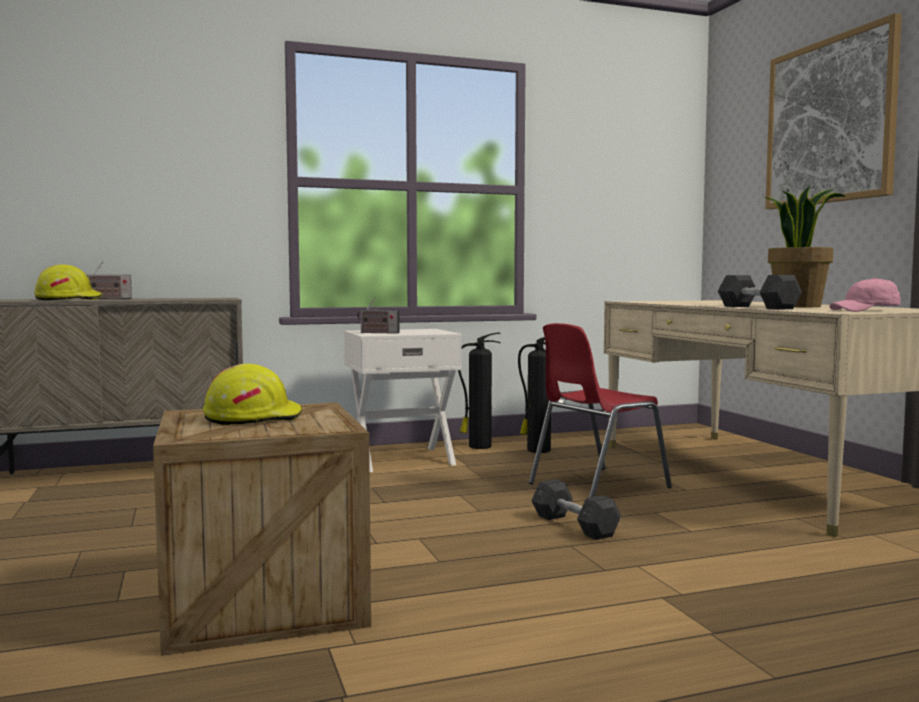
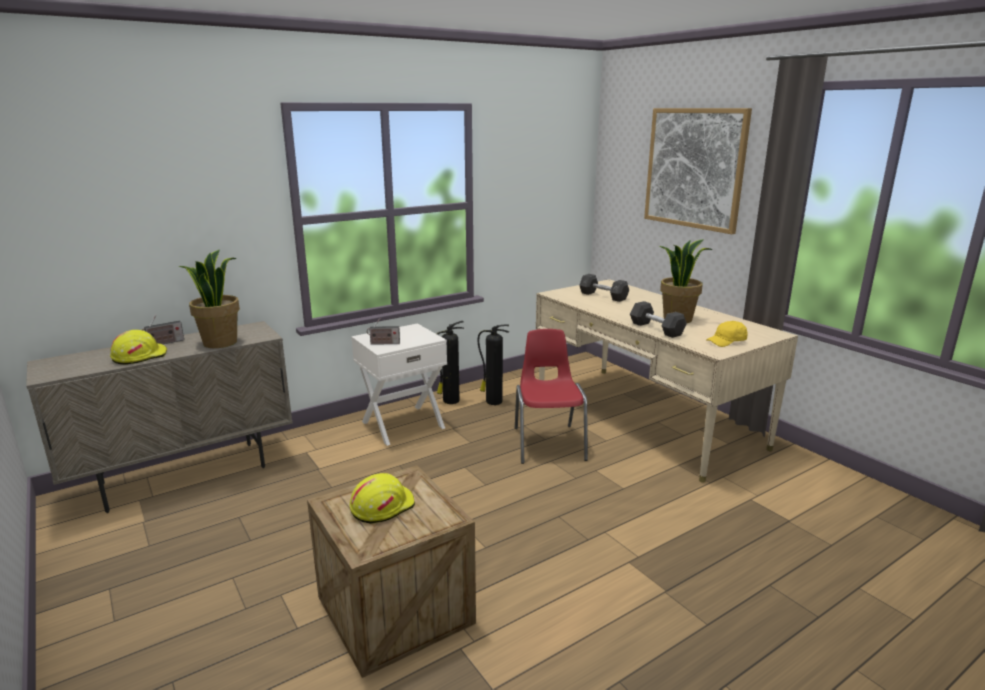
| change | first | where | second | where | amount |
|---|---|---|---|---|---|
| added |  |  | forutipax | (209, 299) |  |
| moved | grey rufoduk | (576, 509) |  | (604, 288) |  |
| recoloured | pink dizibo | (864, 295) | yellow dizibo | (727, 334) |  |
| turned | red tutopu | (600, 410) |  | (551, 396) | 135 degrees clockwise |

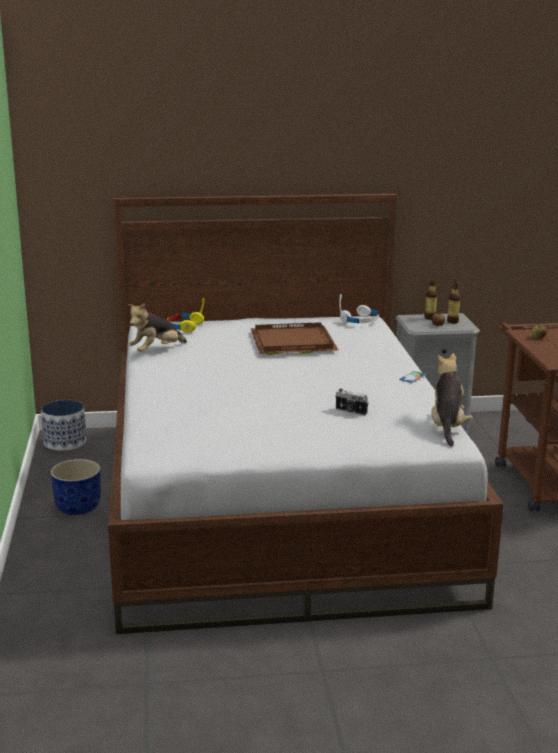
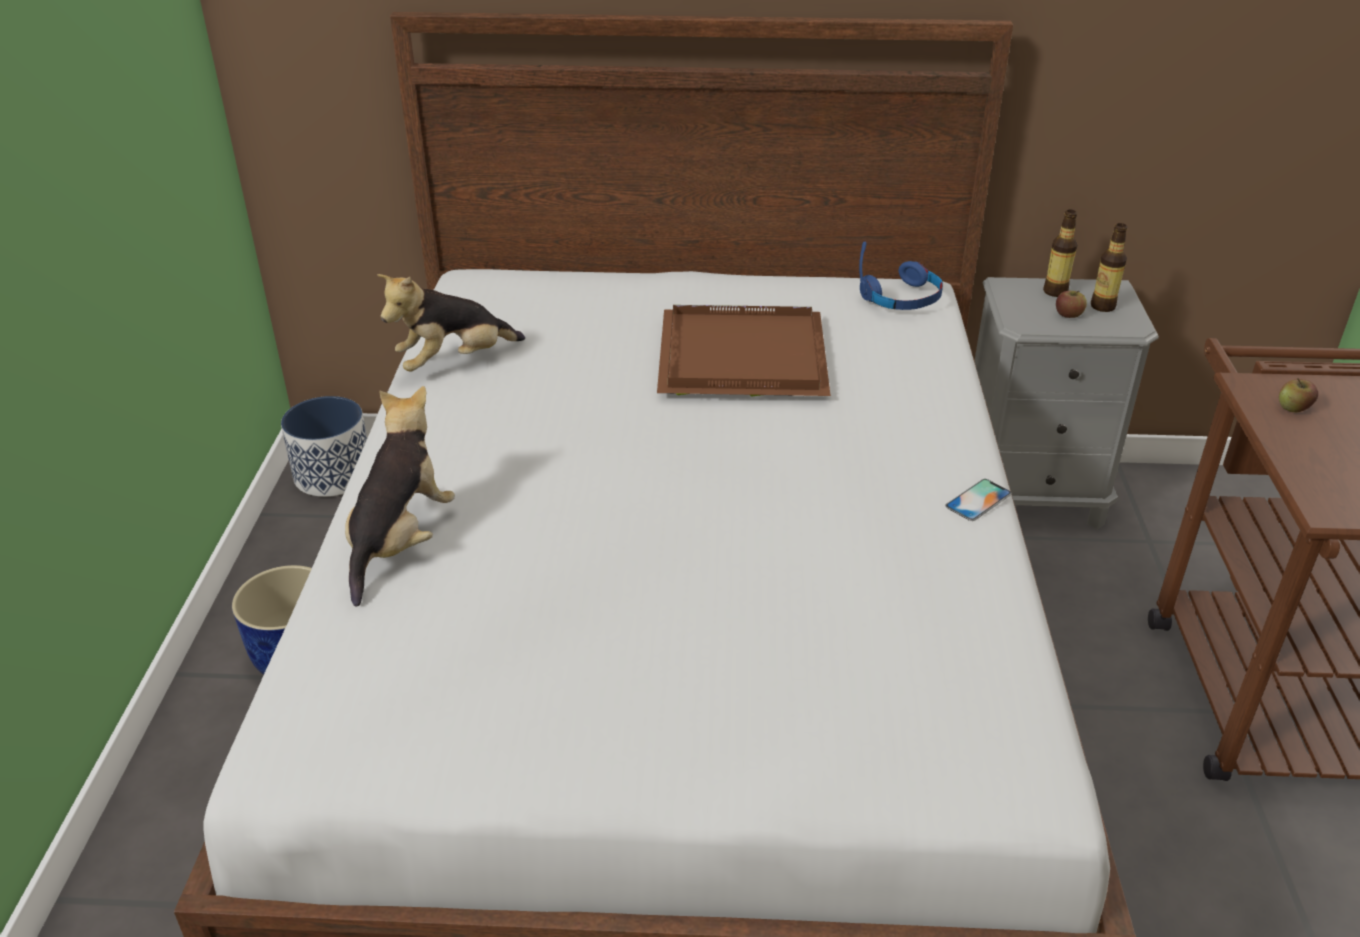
| change | first | where | second | where | amount |
|---|---|---|---|---|---|
| removed | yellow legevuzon | (186, 315) |  |  |  |
| removed | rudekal | (351, 402) |  |  |  |
| moved | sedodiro | (451, 400) |  | (400, 496) |  |
| recoloured | white legevuzon | (359, 308) | blue legevuzon | (901, 276) |  |

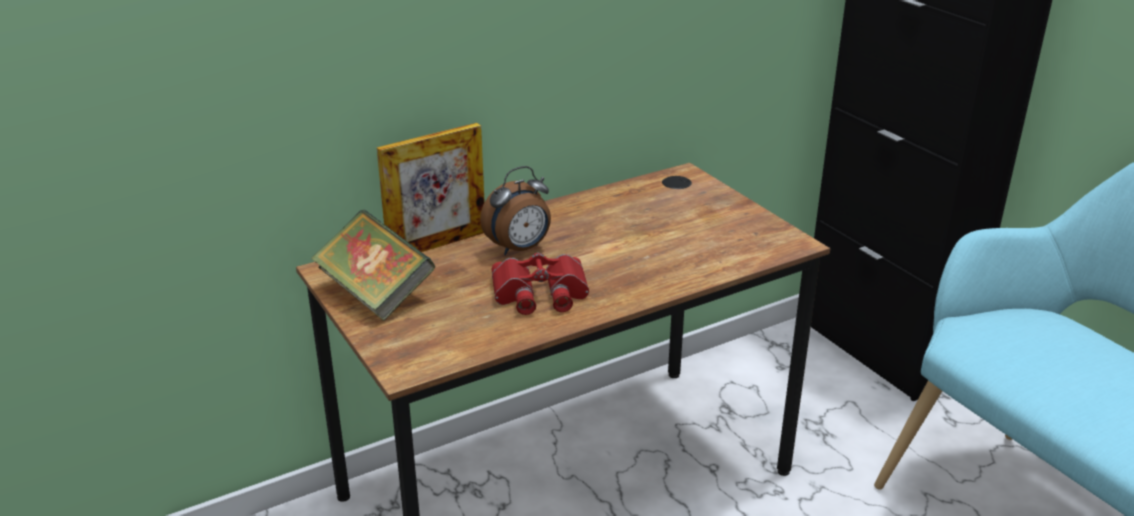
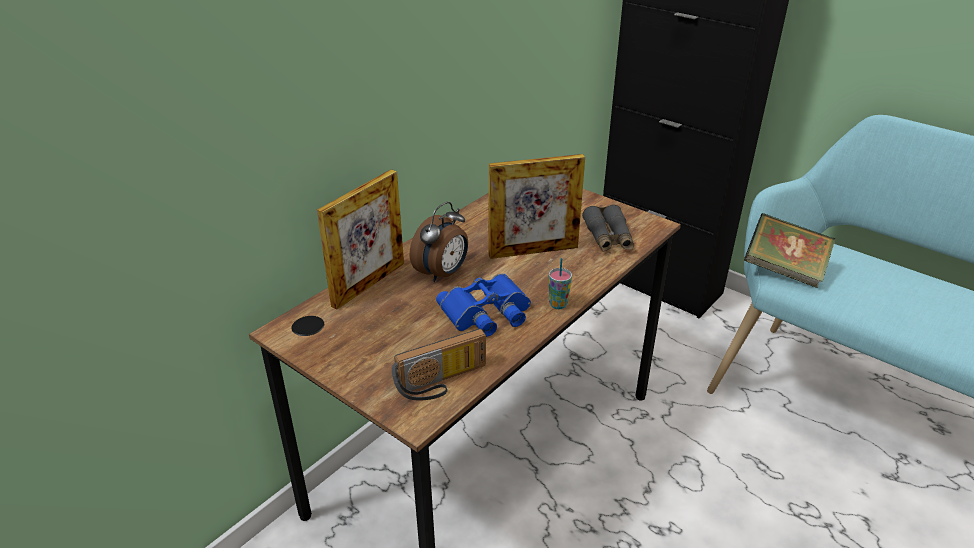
| change | first | where | second | where | amount |
|---|---|---|---|---|---|
| added |  |  | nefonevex | (439, 364) |  |
| added |  |  | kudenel | (537, 206) |  |
| added |  |  | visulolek | (560, 283) |  |
| added |  |  | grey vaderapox | (608, 228) |  |
| moved | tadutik | (373, 265) |  | (790, 250) |  |
| recoloured | red vaderapox | (540, 284) | blue vaderapox | (483, 305) |  |

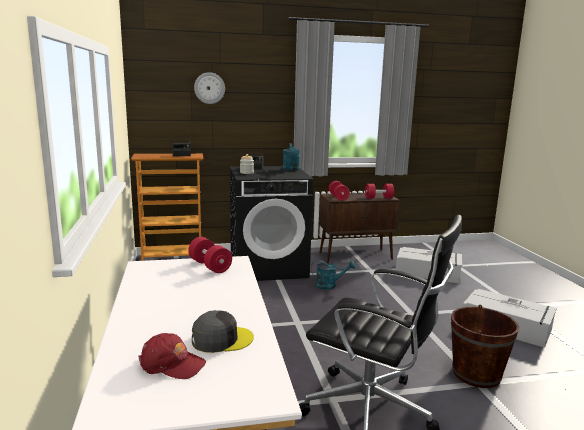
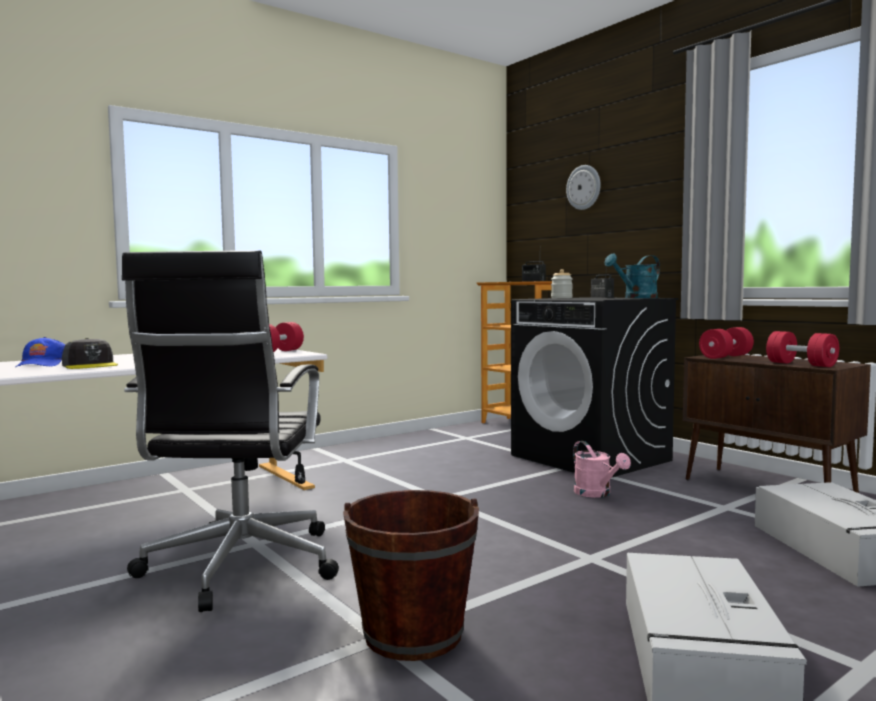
| change | first | where | second | where | amount |
|---|---|---|---|---|---|
| recoloured | red dizibo | (172, 356) | blue dizibo | (40, 352) |  |
| recoloured | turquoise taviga | (333, 275) | pink taviga | (602, 469) |  |

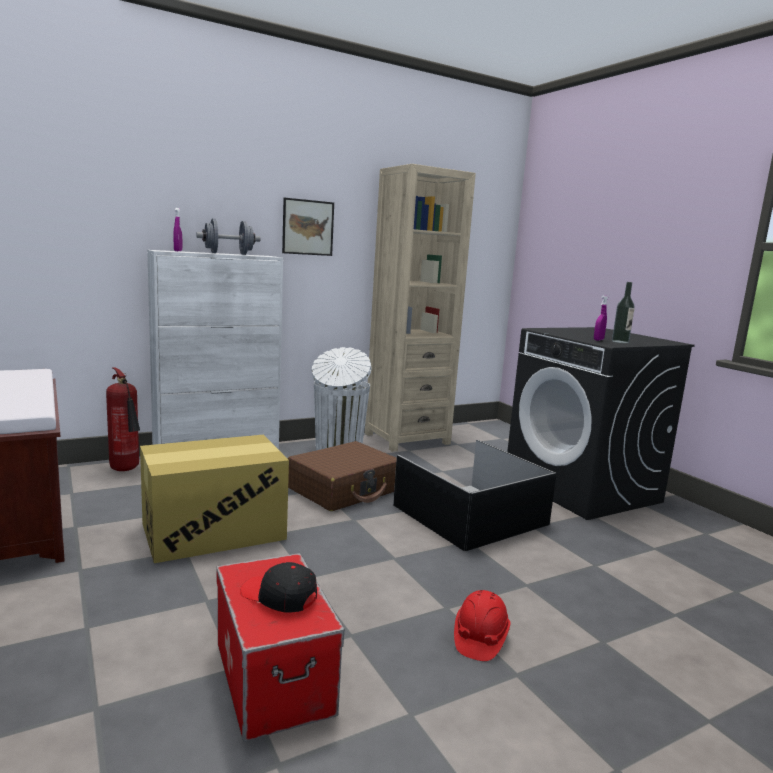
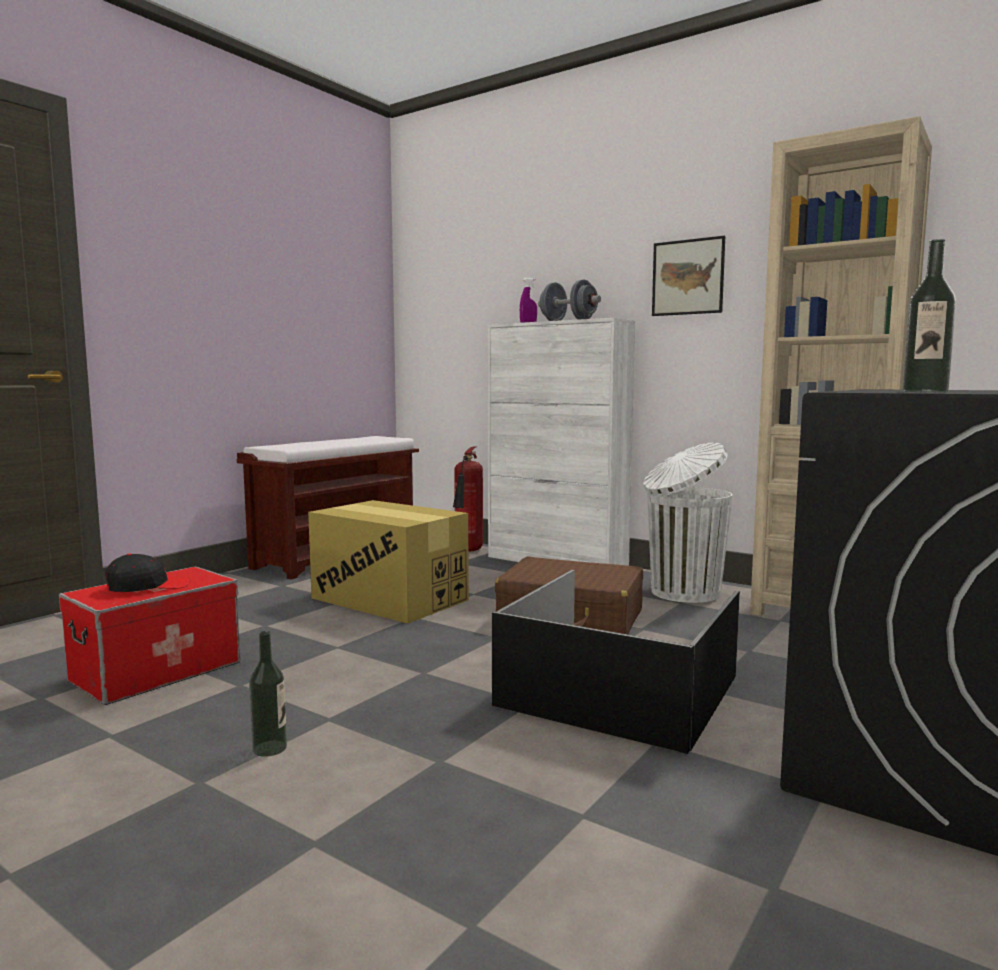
| change | first | where | second | where | amount |
|---|---|---|---|---|---|
| removed | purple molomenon | (601, 318) |  |  |  |
| replaced | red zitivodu | (482, 625) | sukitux | (268, 694) |  |
| turned | black dizibo | (278, 587) |  | (147, 572) | 60 degrees clockwise |

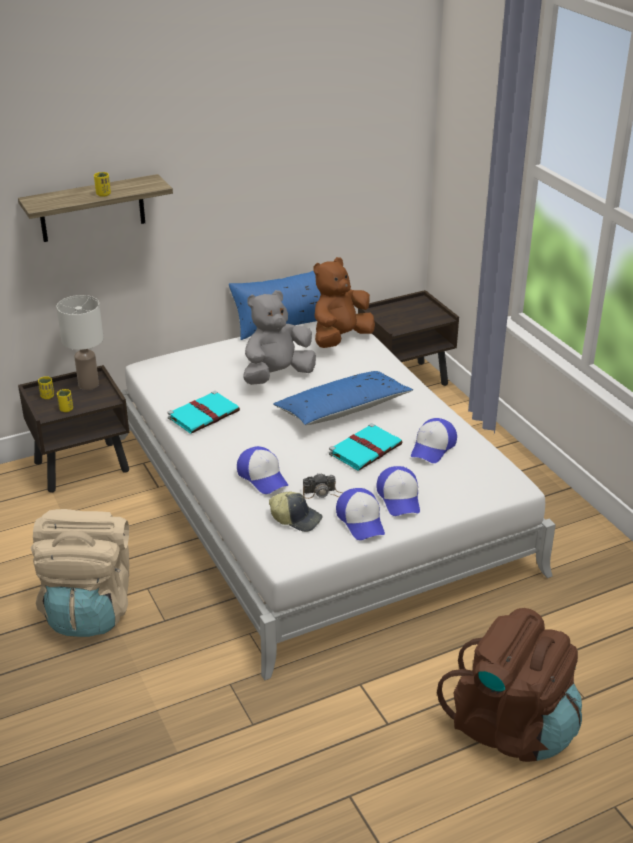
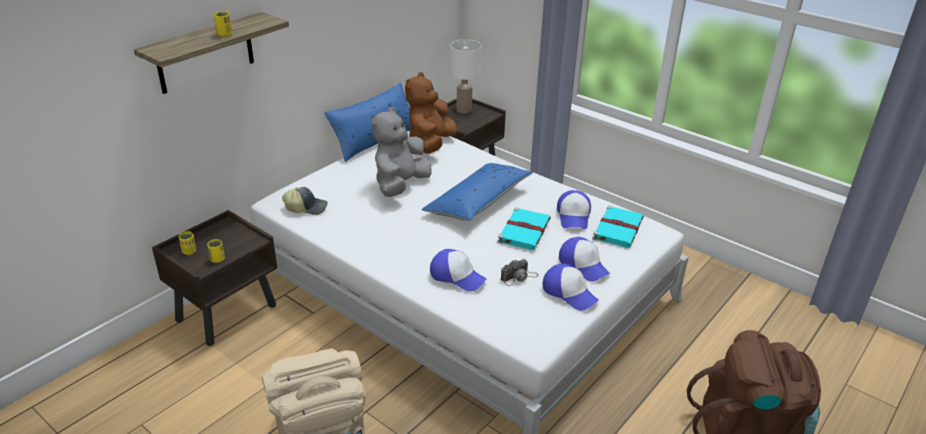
| change | first | where | second | where | amount |
|---|---|---|---|---|---|
| moved | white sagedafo | (80, 342) |  | (465, 76) |  |
| moved | turquoise tadutik | (203, 412) |  | (618, 226) |  |
| moved | dizibo | (296, 511) |  | (305, 201) |  |

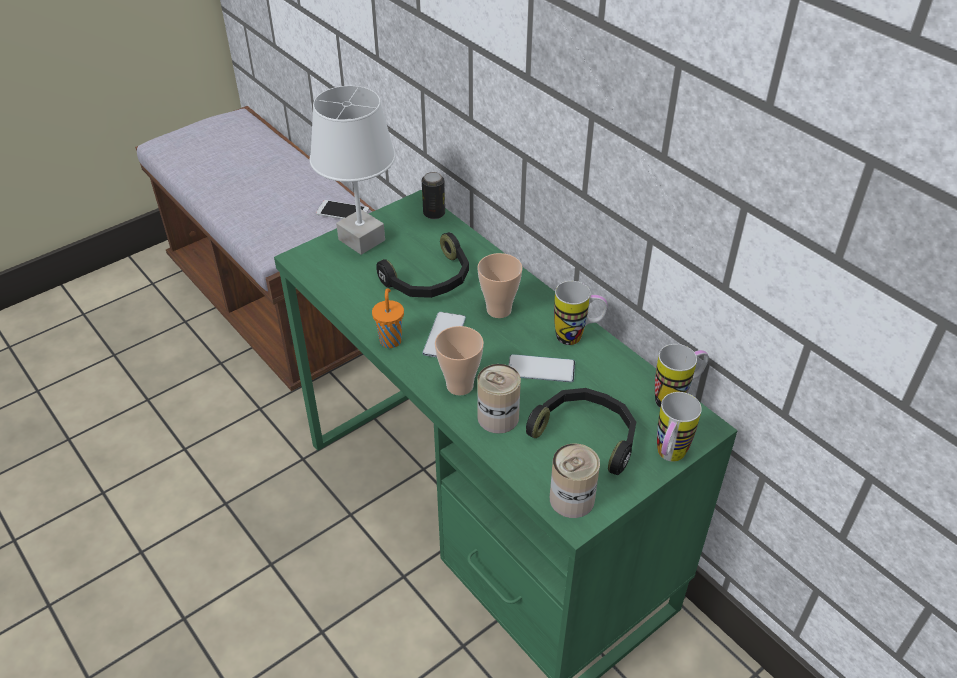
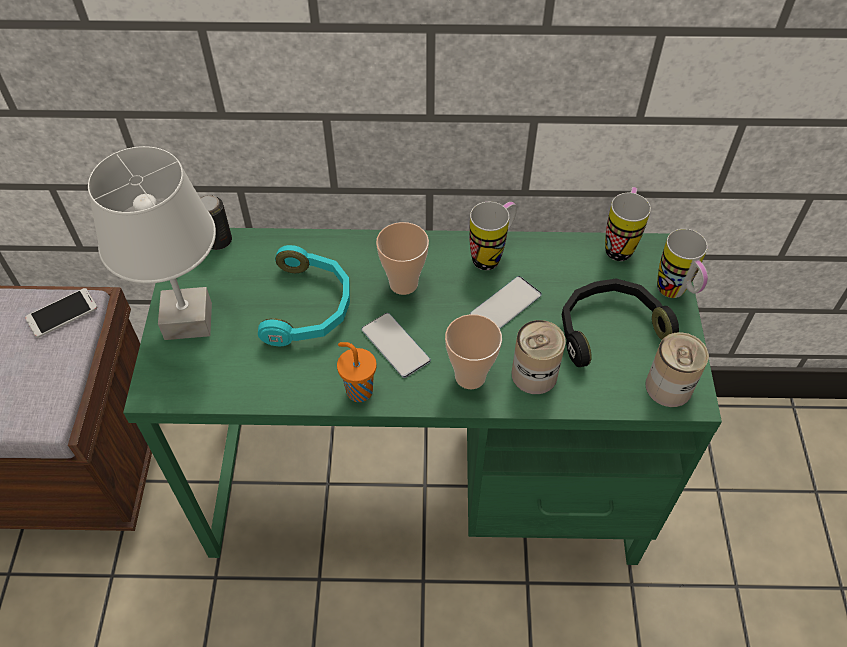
| change | first | where | second | where | amount |
|---|---|---|---|---|---|
| recoloured | black legevuzon | (422, 265) | turquoise legevuzon | (304, 295) |  |

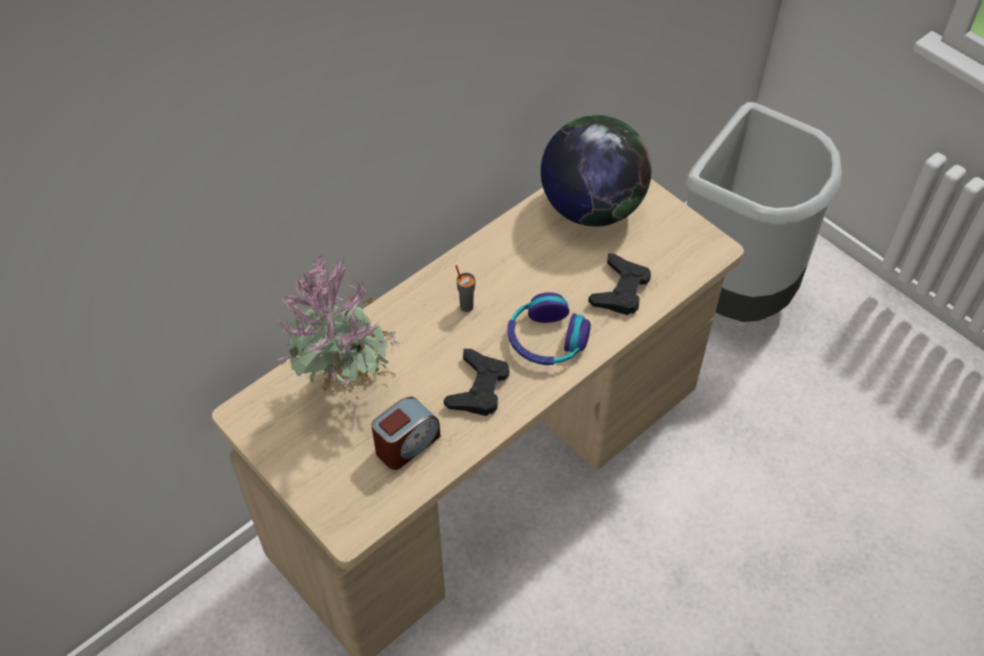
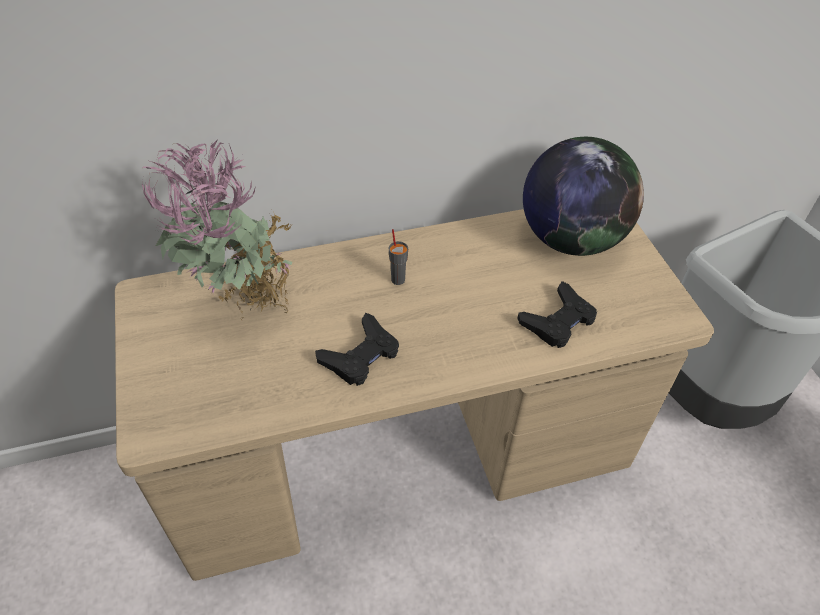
| change | first | where | second | where | amount |
|---|---|---|---|---|---|
| removed | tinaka | (405, 433) |  |  |  |
| removed | legevuzon | (549, 328) |  |  |  |

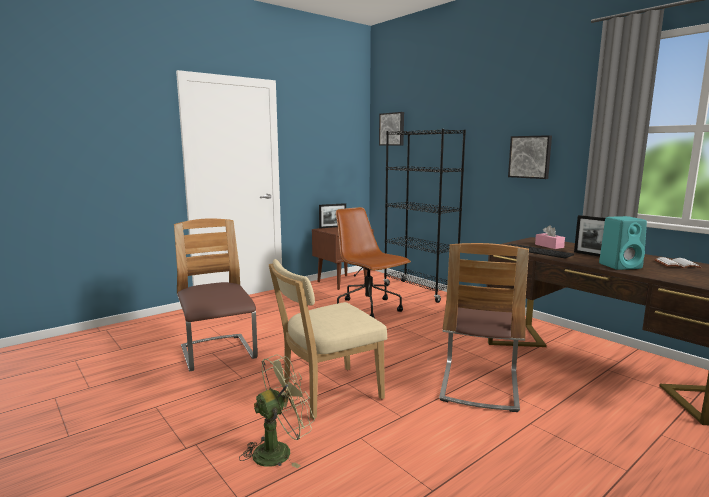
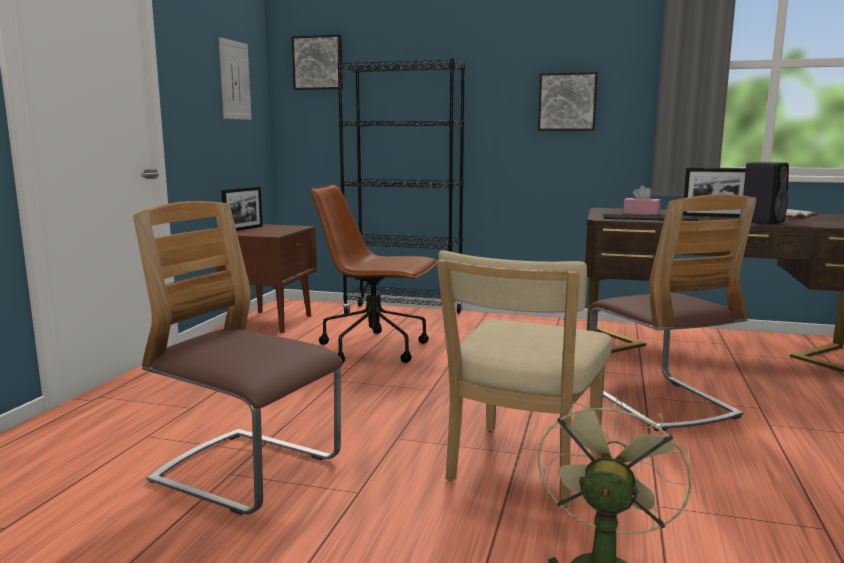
| change | first | where | second | where | amount |
|---|---|---|---|---|---|
| added |  |  | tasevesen | (235, 78) |  |
| recoloured | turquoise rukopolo | (623, 243) | black rukopolo | (766, 193) |  |

